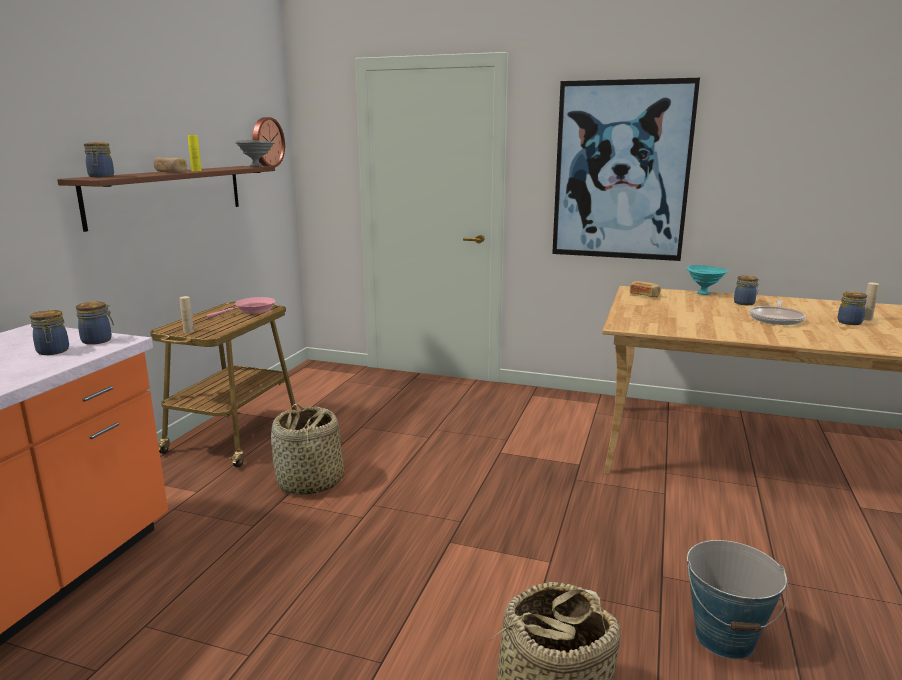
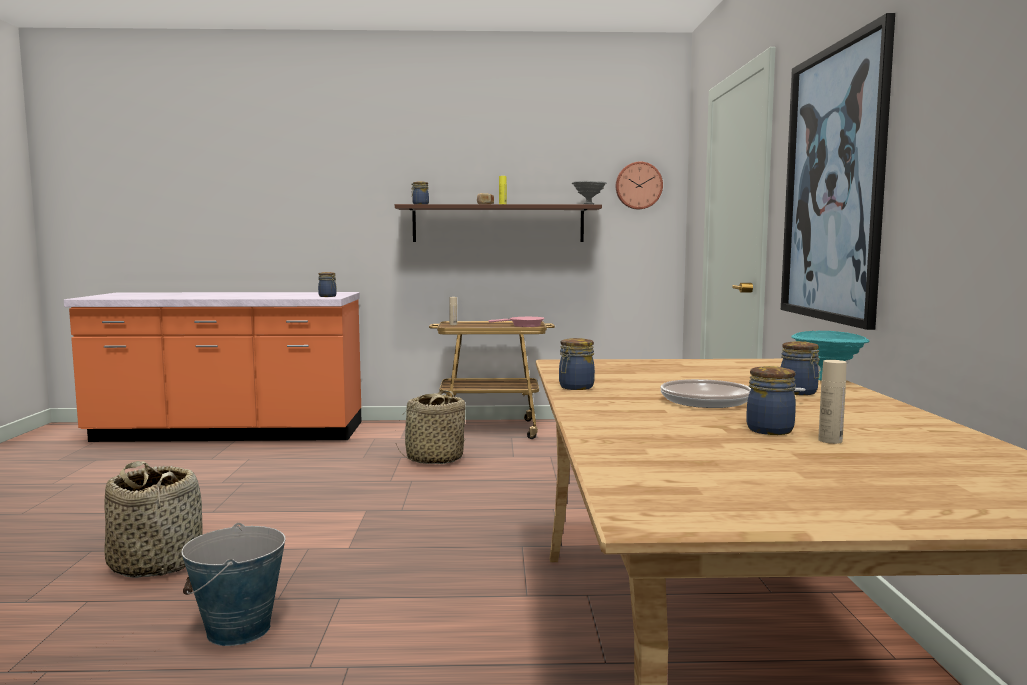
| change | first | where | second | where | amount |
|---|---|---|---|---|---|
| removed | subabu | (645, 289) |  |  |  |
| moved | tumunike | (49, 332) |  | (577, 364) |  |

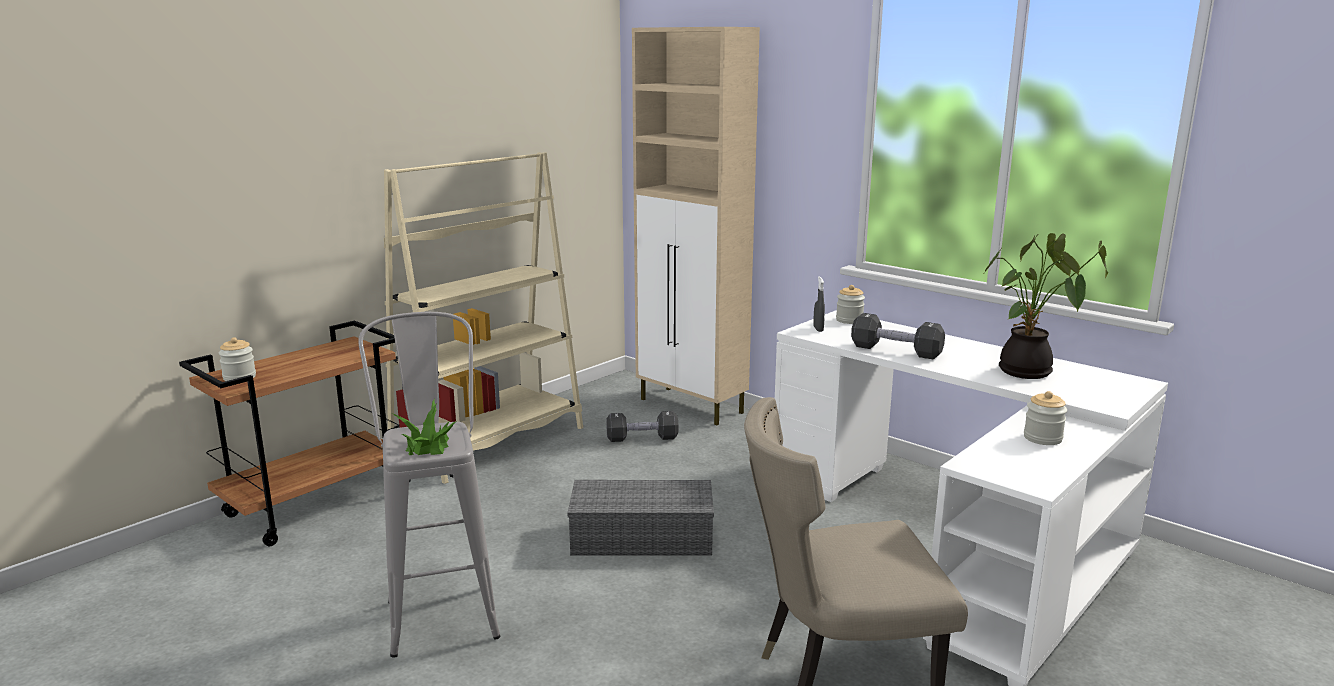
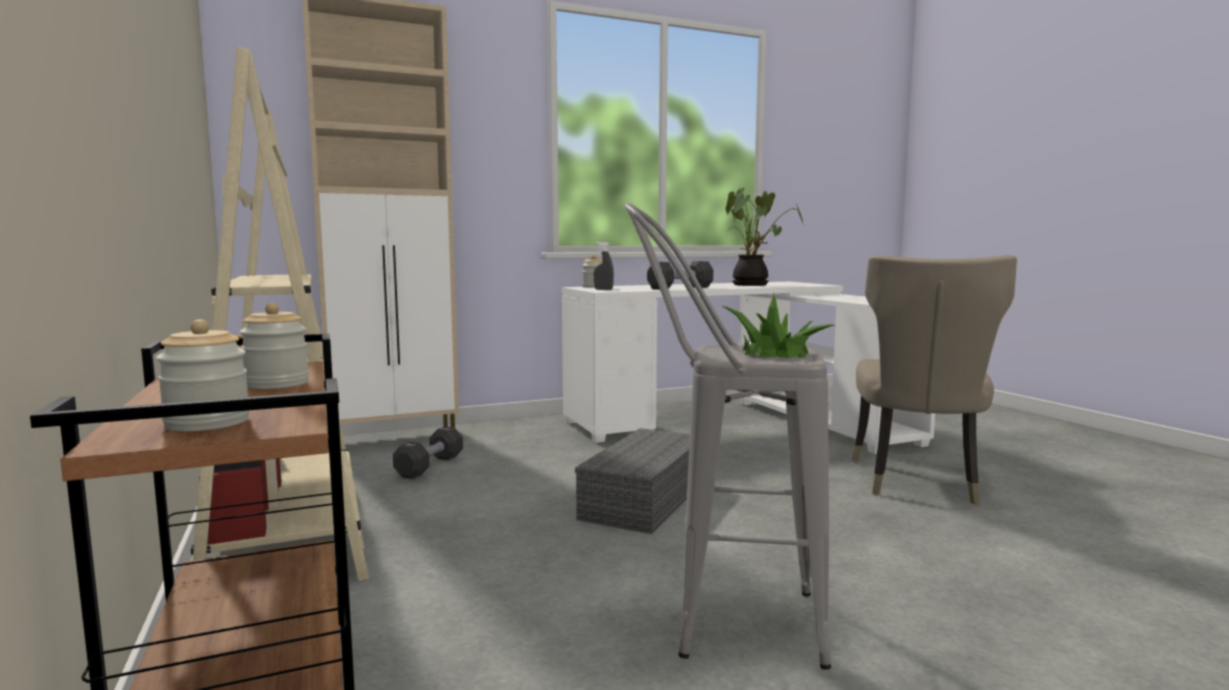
| change | first | where | second | where | amount |
|---|---|---|---|---|---|
| moved | tumunike | (1045, 418) |  | (274, 346) |  |

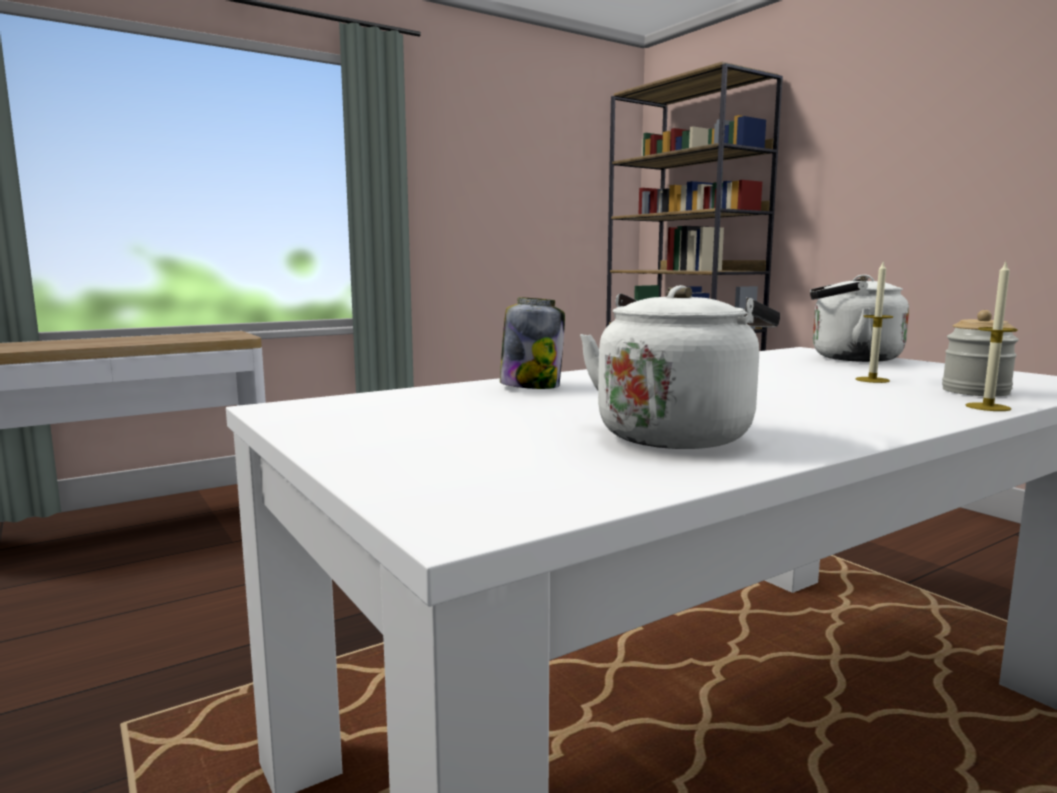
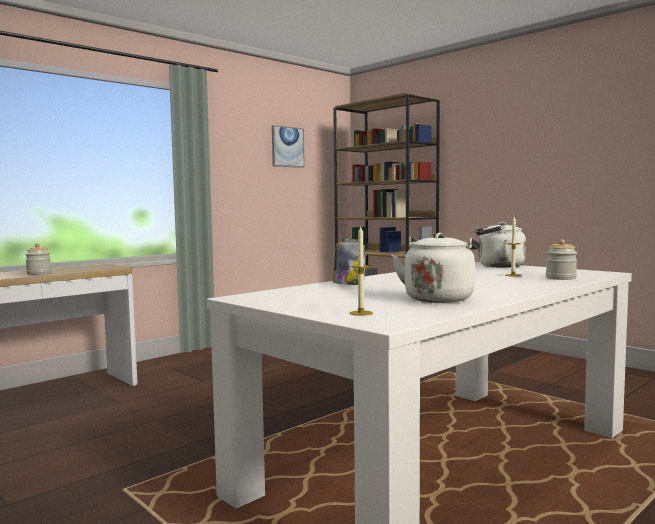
| change | first | where | second | where | amount |
|---|---|---|---|---|---|
| added |  |  | tumunike | (38, 259) |  |
| added |  |  | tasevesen | (288, 146) |  |
| moved | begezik | (992, 336) |  | (361, 271) |  |

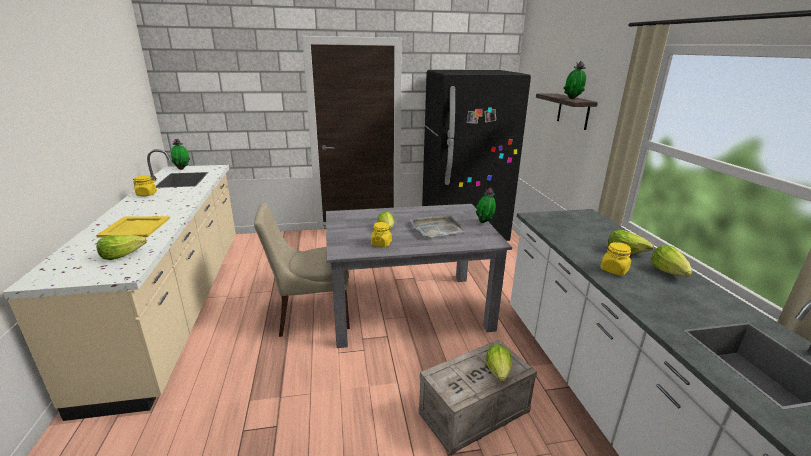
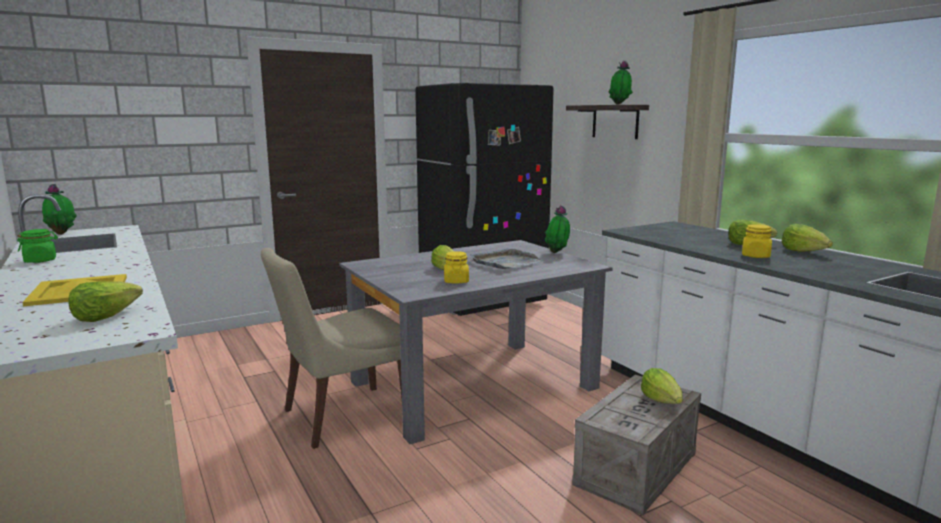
| change | first | where | second | where | amount |
|---|---|---|---|---|---|
| recoloured | yellow tumunike | (145, 185) | green tumunike | (37, 246) |  |

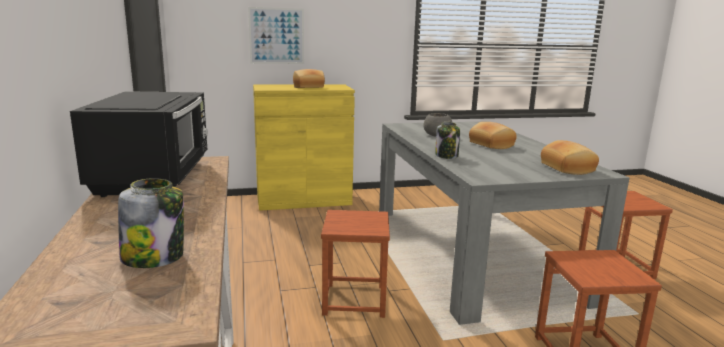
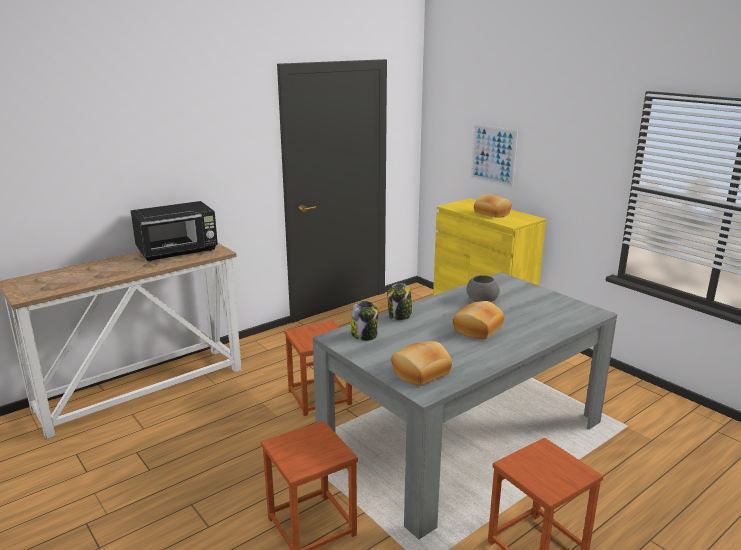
| change | first | where | second | where | amount |
|---|---|---|---|---|---|
| moved | tumunike | (151, 223) |  | (364, 321) |  |

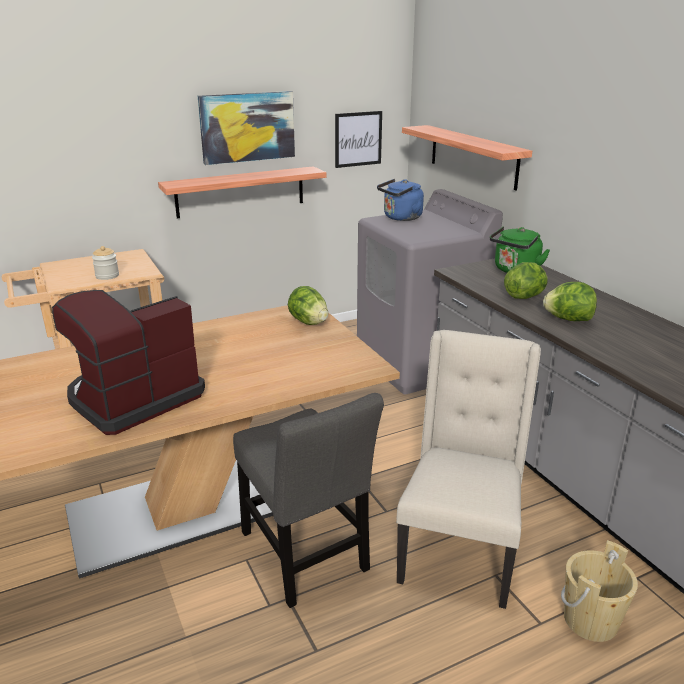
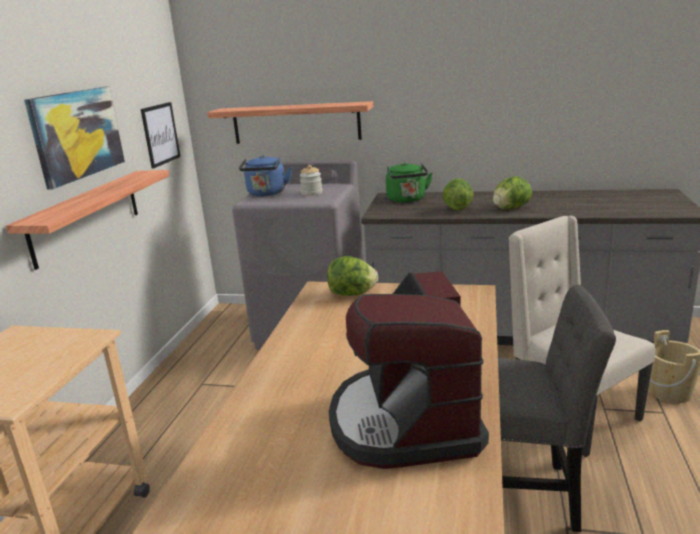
| change | first | where | second | where | amount |
|---|---|---|---|---|---|
| moved | tumunike | (105, 263) |  | (311, 180) |  |

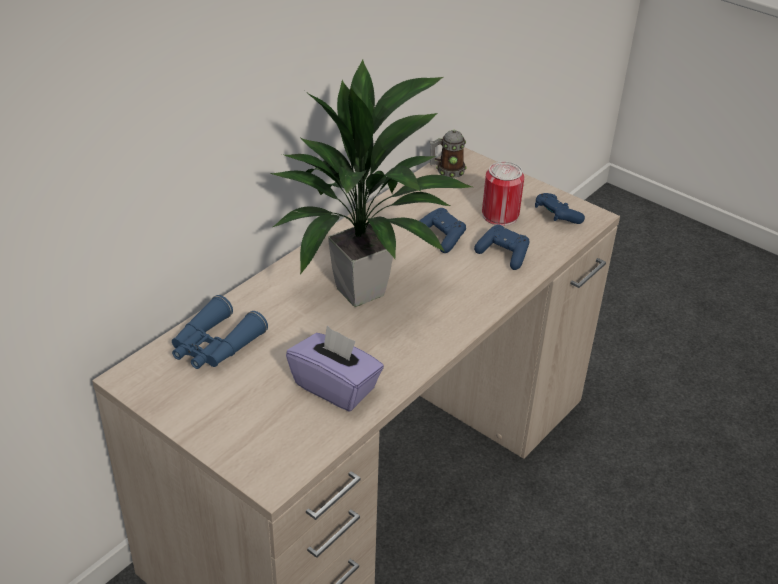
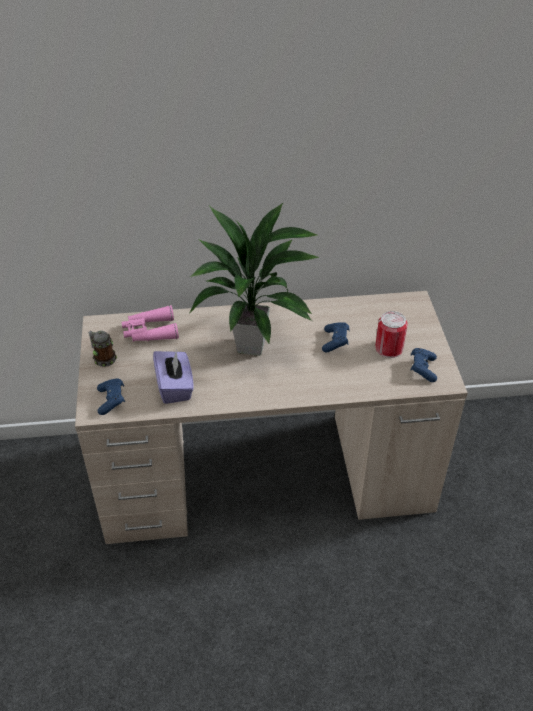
| change | first | where | second | where | amount |
|---|---|---|---|---|---|
| moved | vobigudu | (448, 154) |  | (102, 349) |  |
| moved | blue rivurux | (501, 247) |  | (111, 396) |  |
| recoloured | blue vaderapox | (220, 332) | pink vaderapox | (150, 323) |  |

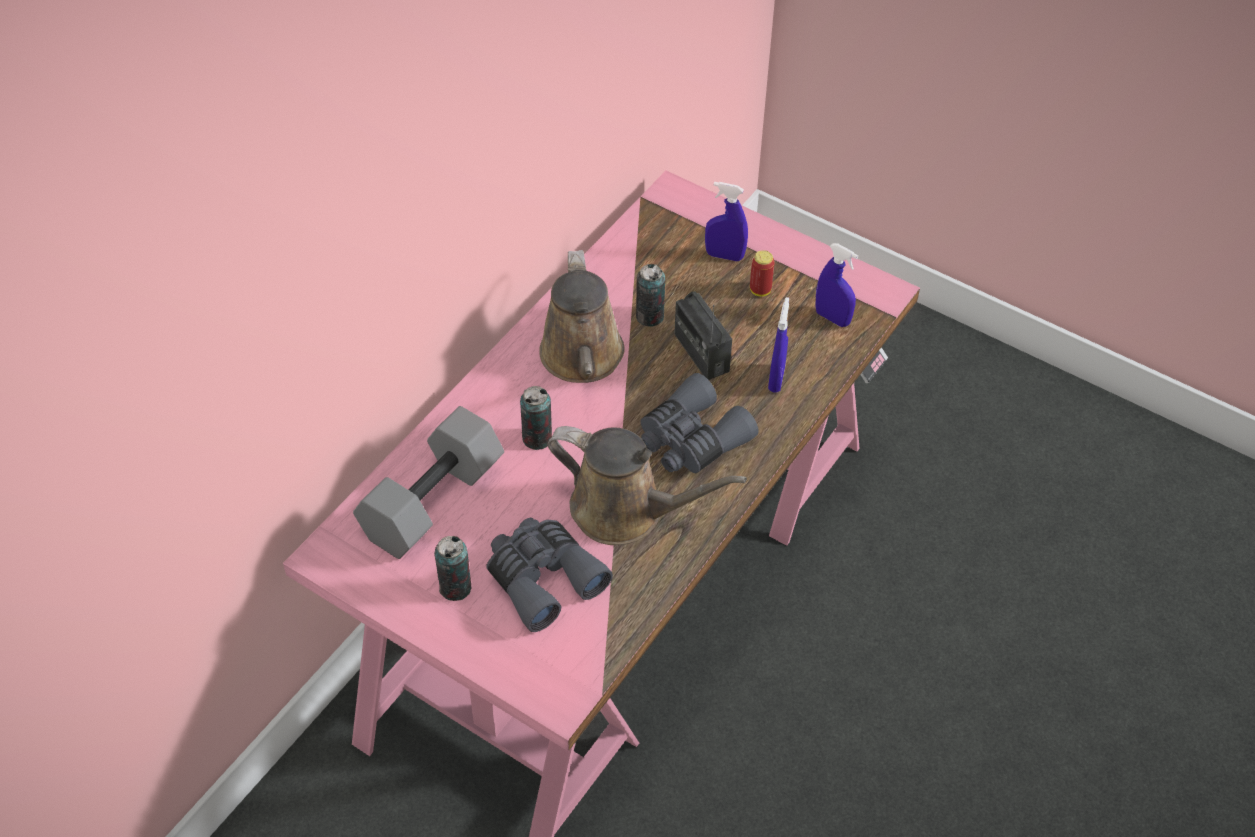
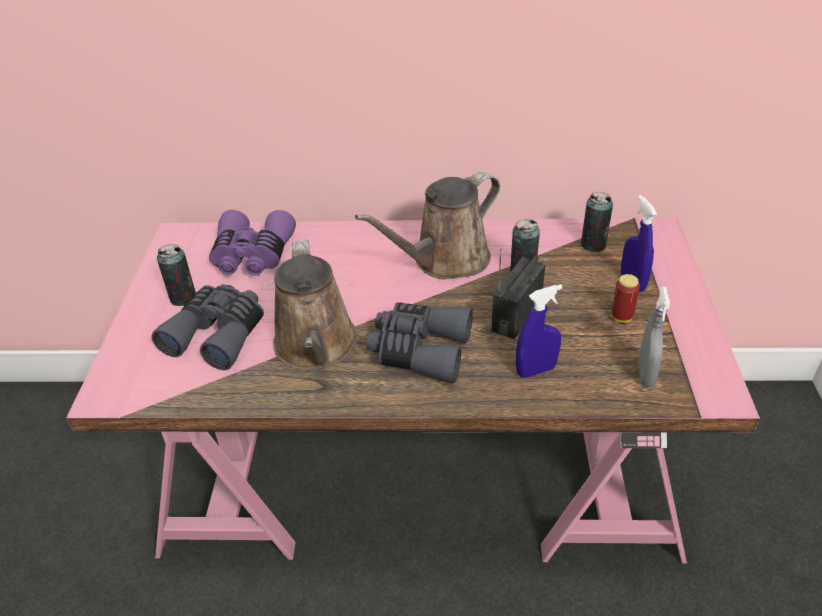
| change | first | where | second | where | amount |
|---|---|---|---|---|---|
| moved | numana | (536, 418) |  | (597, 222) |  |
| replaced | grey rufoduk | (428, 482) | purple vaderapox | (252, 243) |  |
| recoloured | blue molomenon | (836, 285) | grey molomenon | (654, 336) |  |

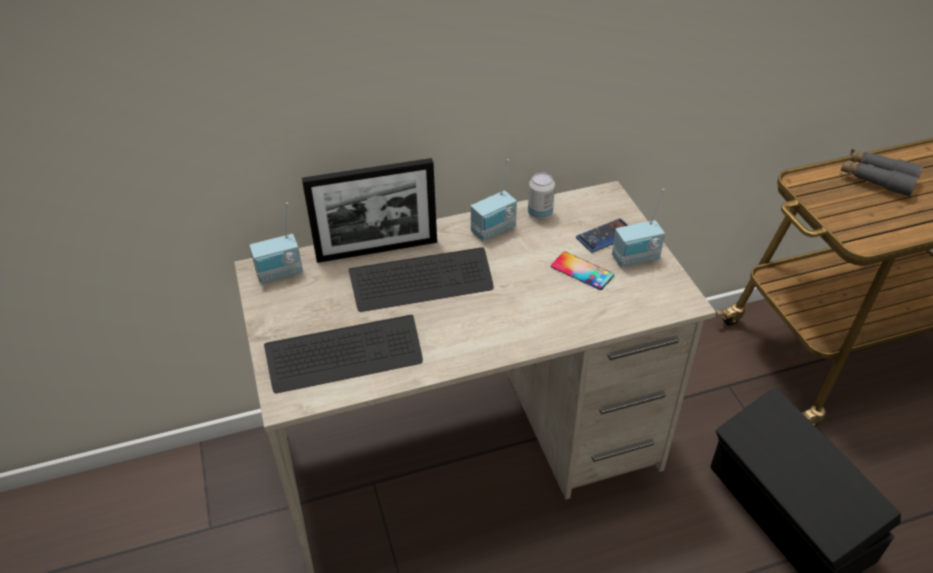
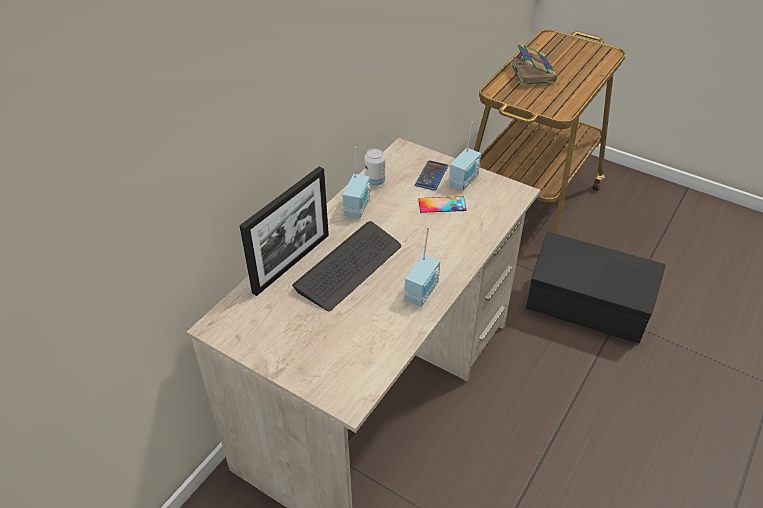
| change | first | where | second | where | amount |
|---|---|---|---|---|---|
| removed | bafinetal | (343, 354) |  |  |  |
| moved | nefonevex | (276, 243) |  | (422, 267) |  |
| replaced | grey vaderapox | (882, 173) | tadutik | (533, 63) |  |

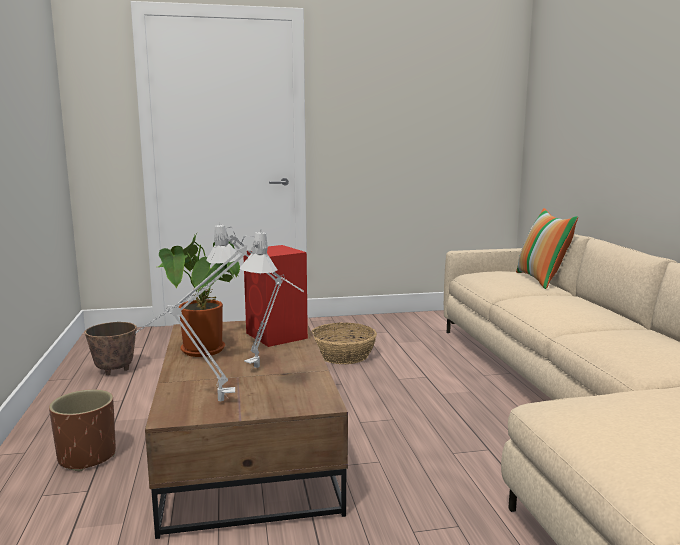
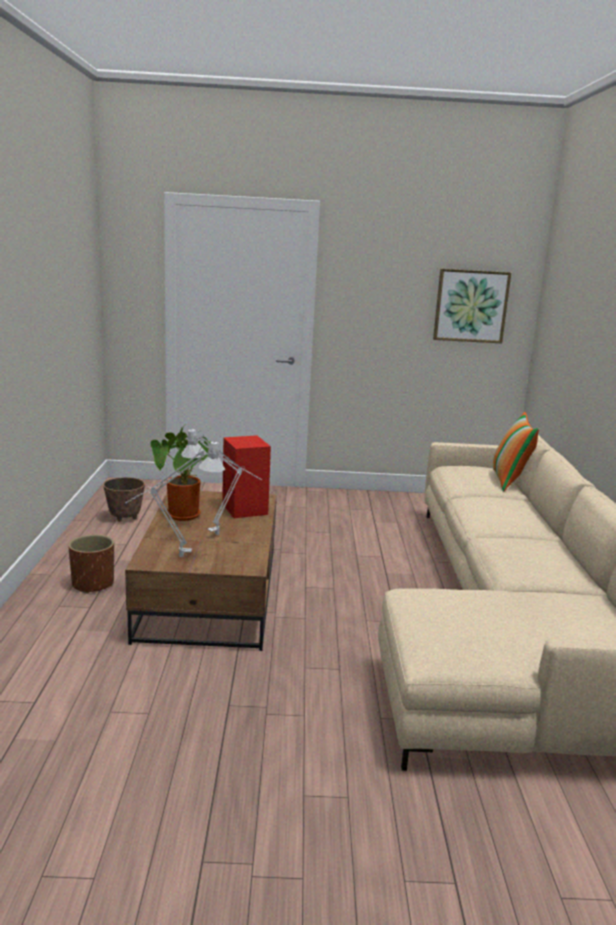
| change | first | where | second | where | amount |
|---|---|---|---|---|---|
| removed | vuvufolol | (344, 343) |  |  |  |
| added |  |  | tasevesen | (472, 306) |  |

